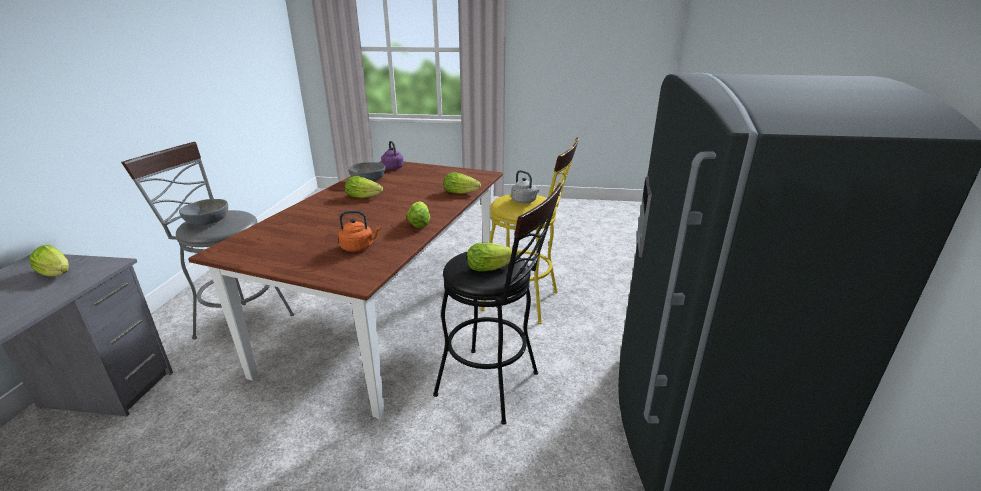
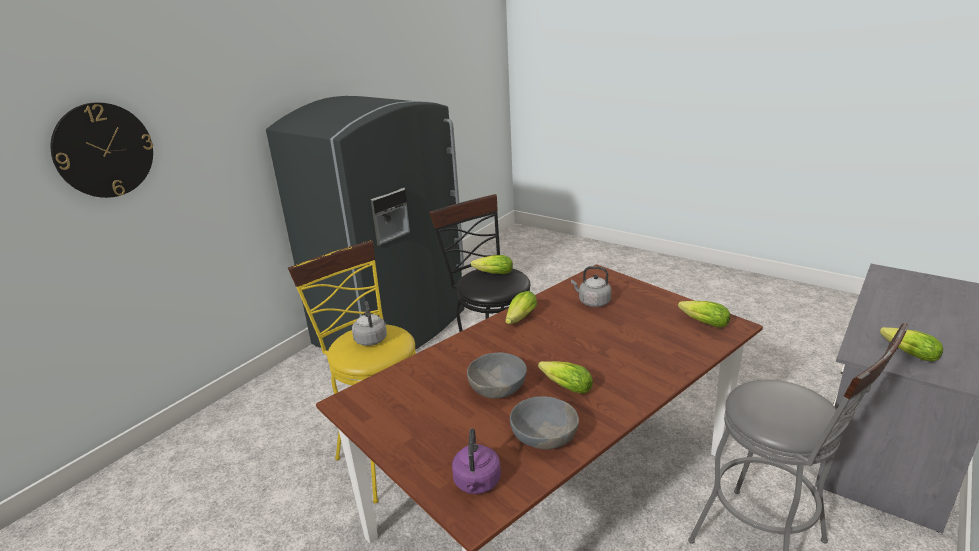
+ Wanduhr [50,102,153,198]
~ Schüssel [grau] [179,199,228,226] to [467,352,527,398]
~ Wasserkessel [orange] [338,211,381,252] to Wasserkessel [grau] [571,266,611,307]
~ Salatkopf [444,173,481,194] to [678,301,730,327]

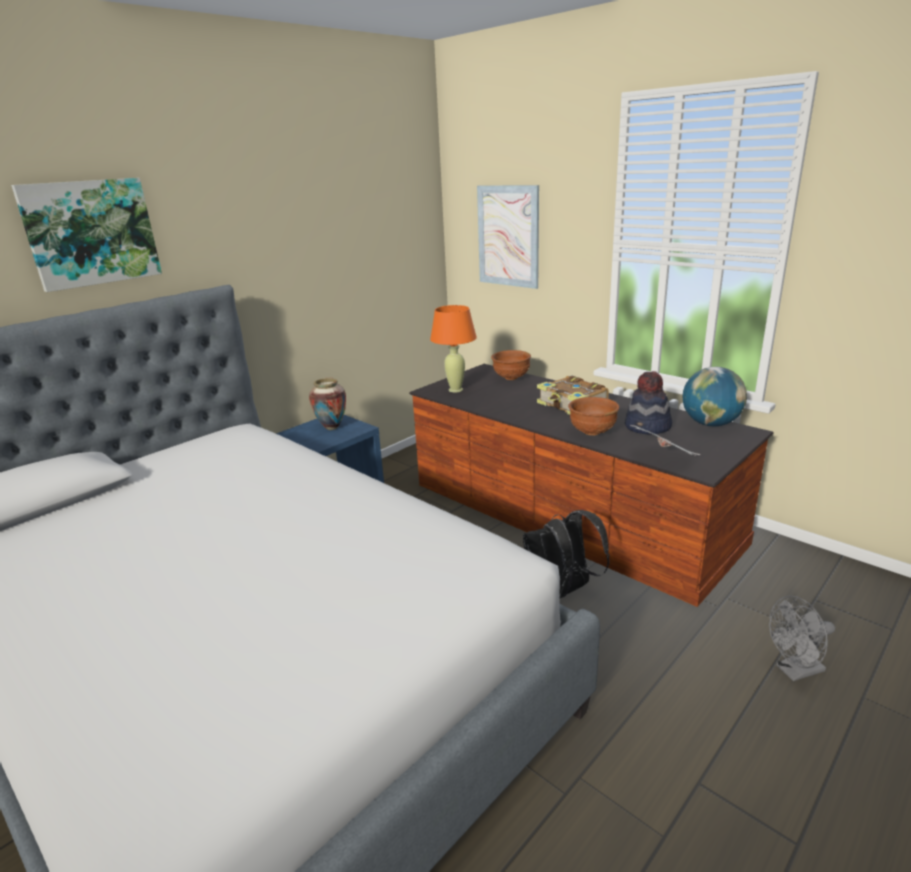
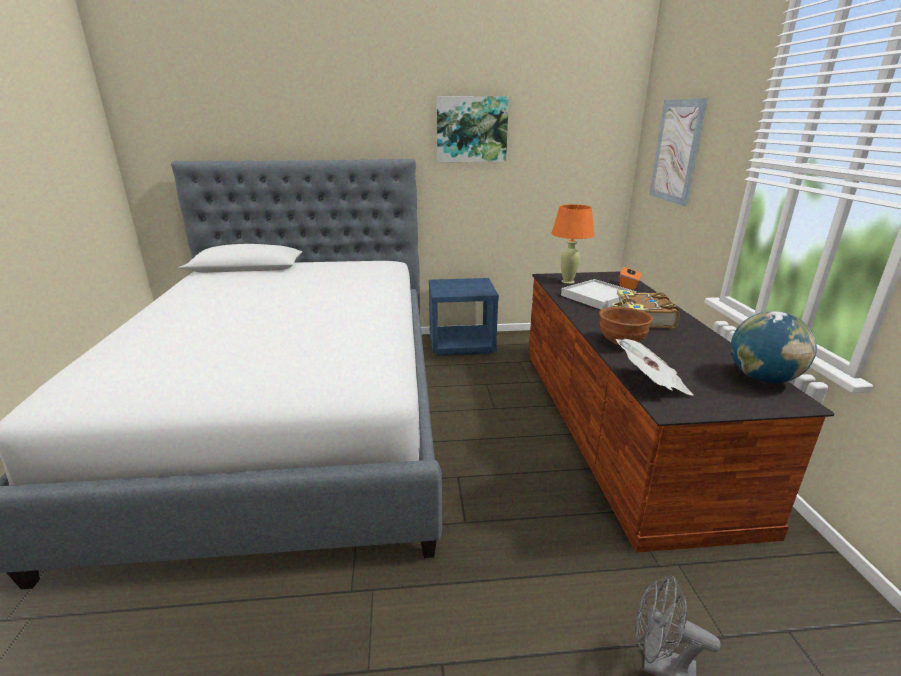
~ Bild [11,178,162,292] to [436,96,509,162]
+ Tablett [weiß] [561,279,636,310]
~ Schüssel [braun] [491,350,531,380] to Taschentuchbox [orange] [619,264,641,290]
- Vase [309,378,346,430]
- Rucksack [schwarz] [523,510,610,598]
- Hut [625,371,672,435]

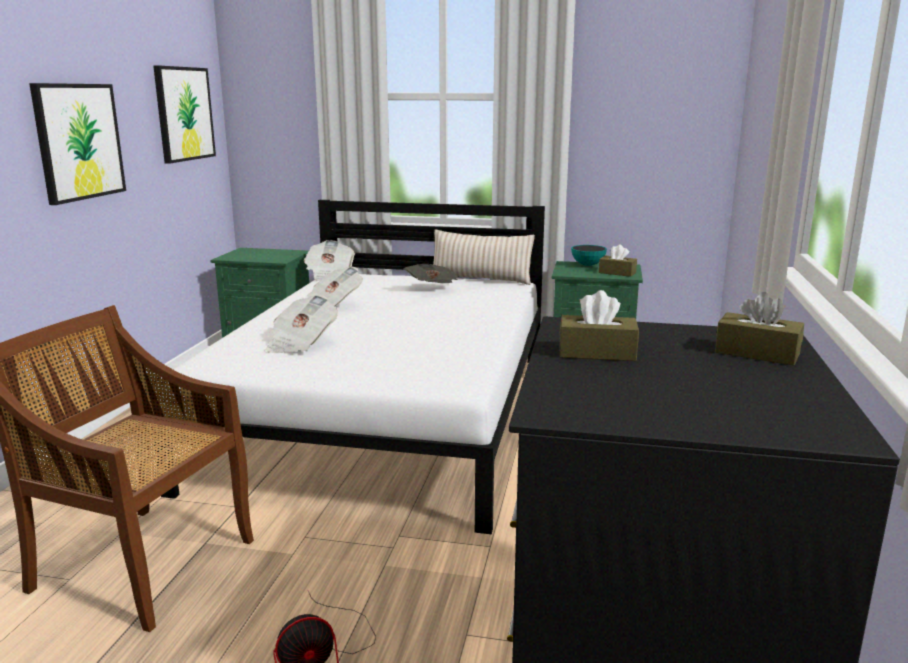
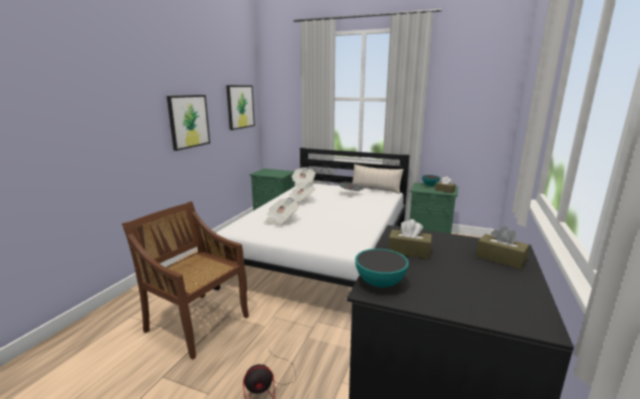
+ Schüssel [355,249,409,287]

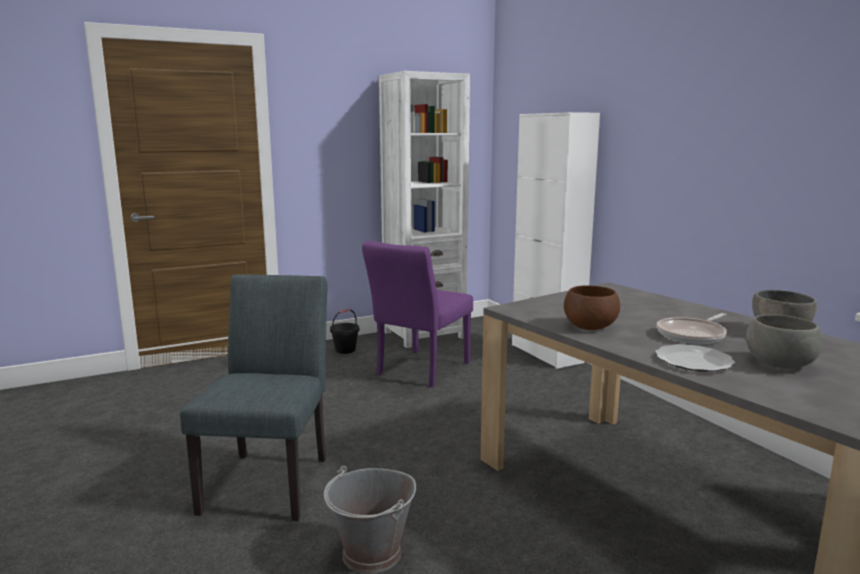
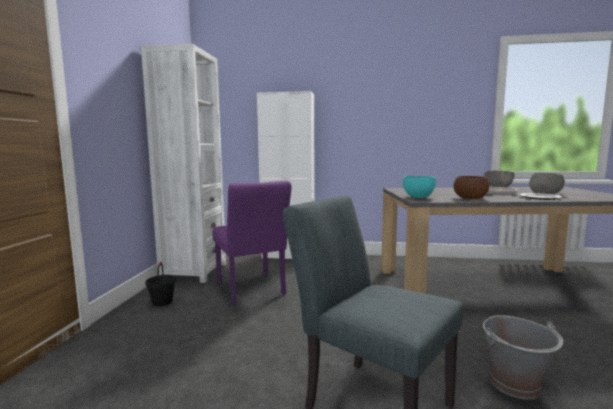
+ Schüssel [türkis] [403,176,436,198]

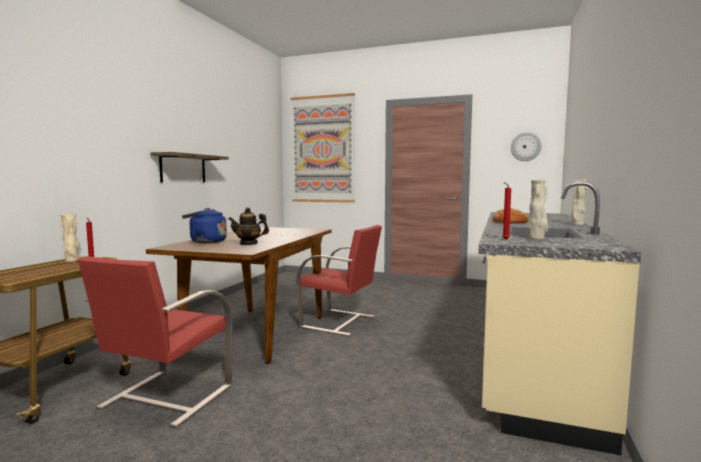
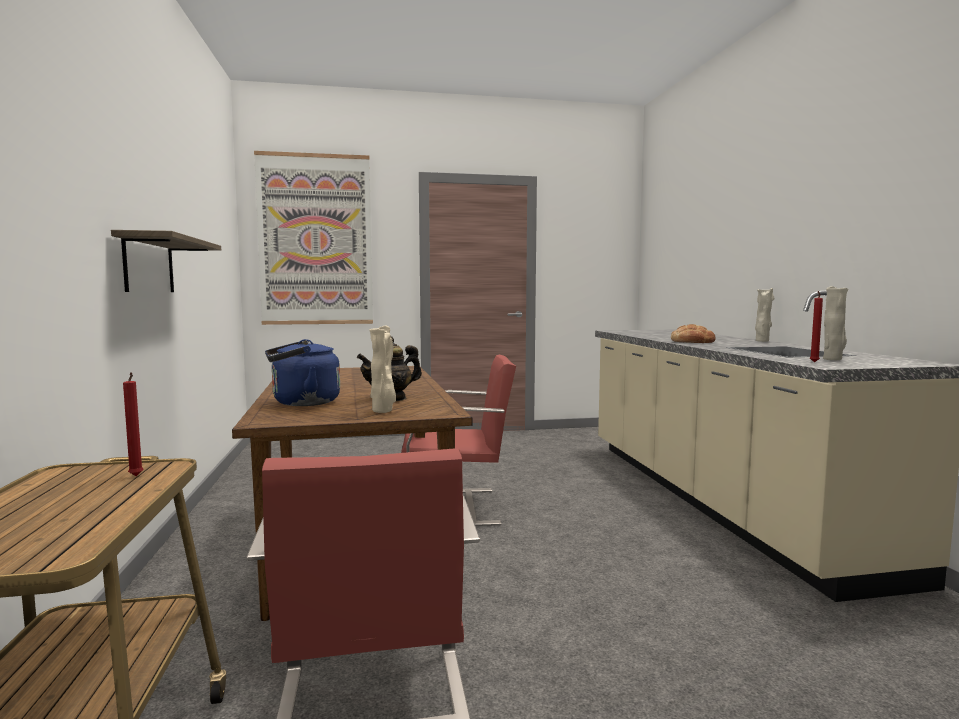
~ Vase [beige] [60,213,79,262] to [370,325,396,413]
- Wanduhr [511,132,541,161]

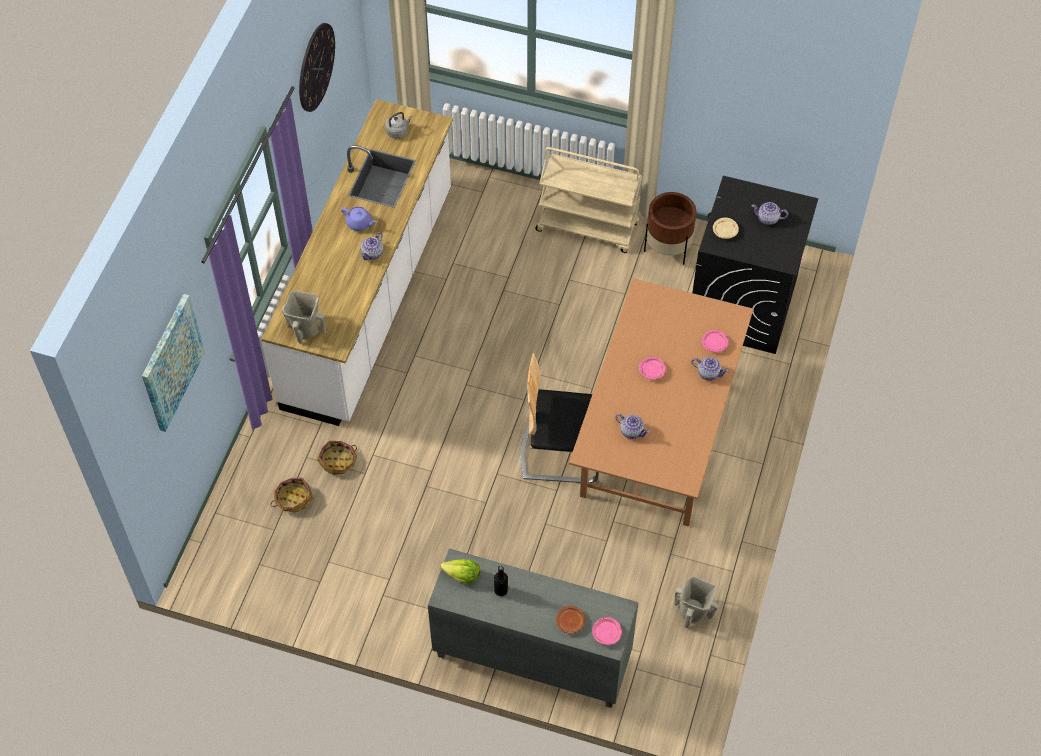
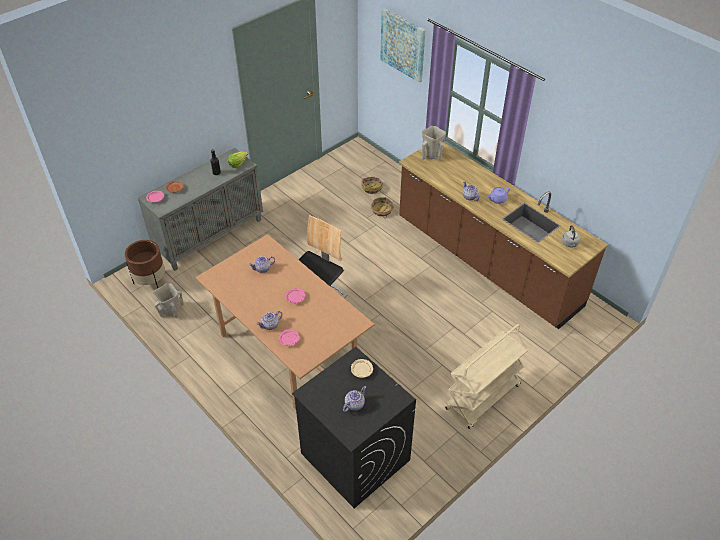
~ Pflanzkübel [braun] [644,192,696,265] to [125,240,165,289]
~ Küchenzeile [weiß] [262,99,453,426] to Küchenzeile [braun] [399,142,608,329]
- Wanduhr [299,23,335,112]

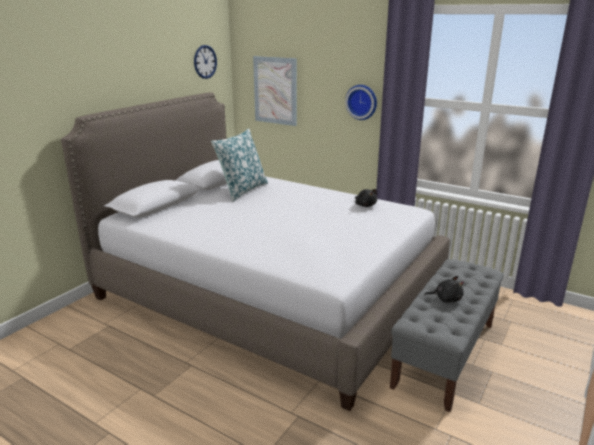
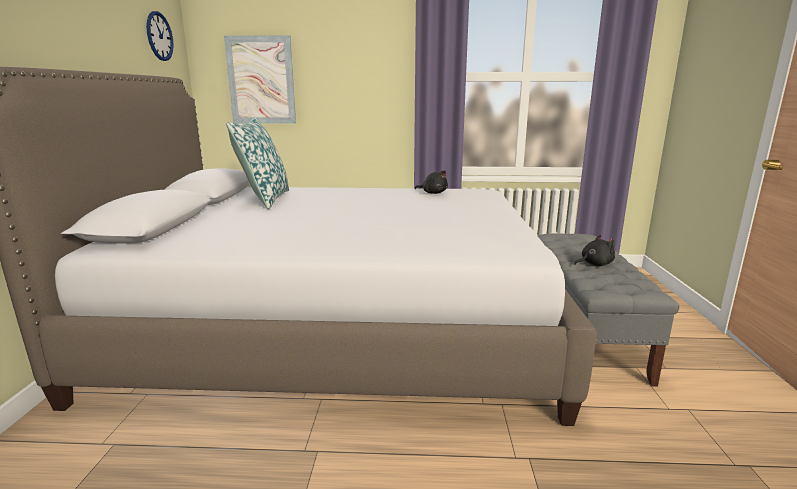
- Wanduhr [345,85,377,120]

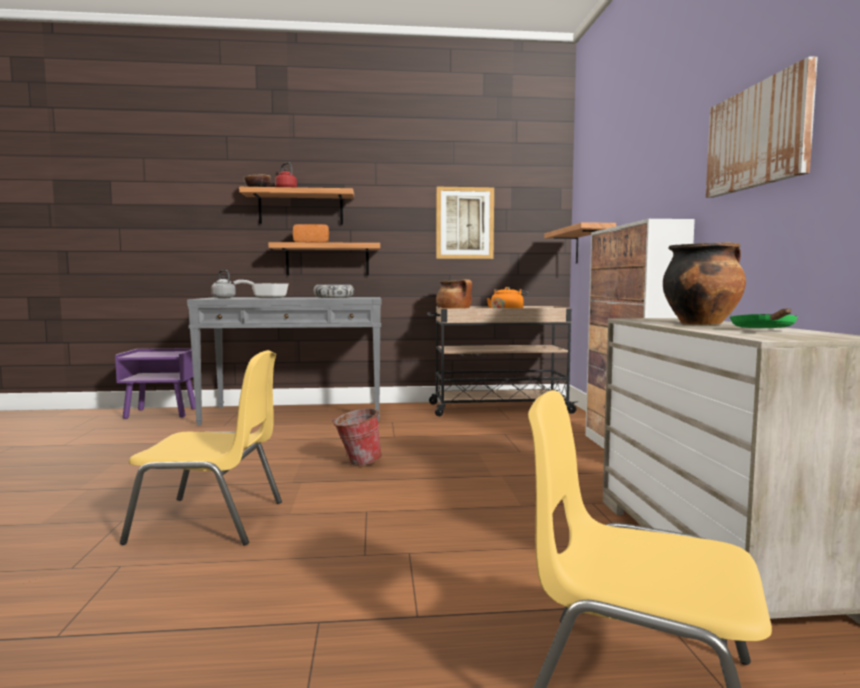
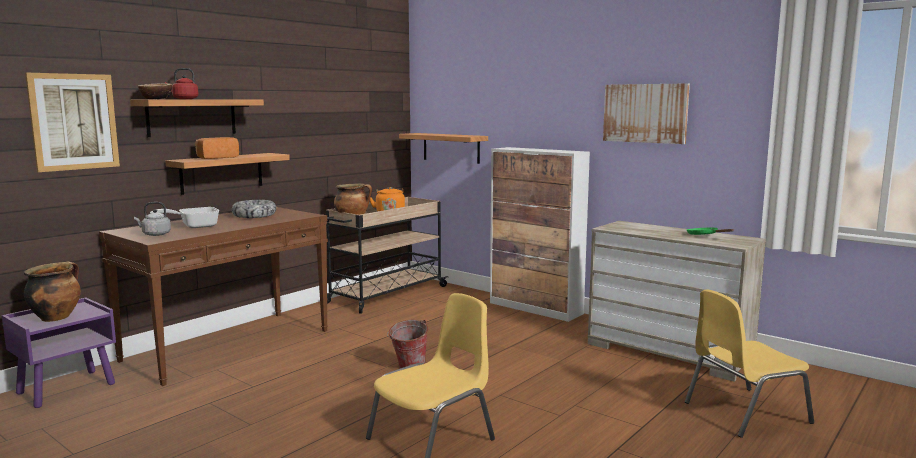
~ Kochtopf [663,242,746,325] to [24,261,81,322]
~ Bild [436,187,494,259] to [25,73,120,172]
~ Konsolentisch [grau] [187,297,382,426] to Konsolentisch [braun] [99,207,328,386]

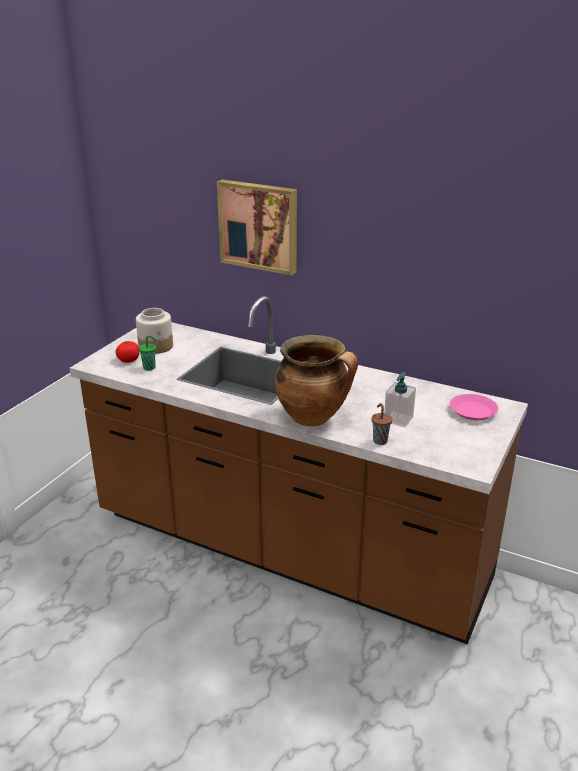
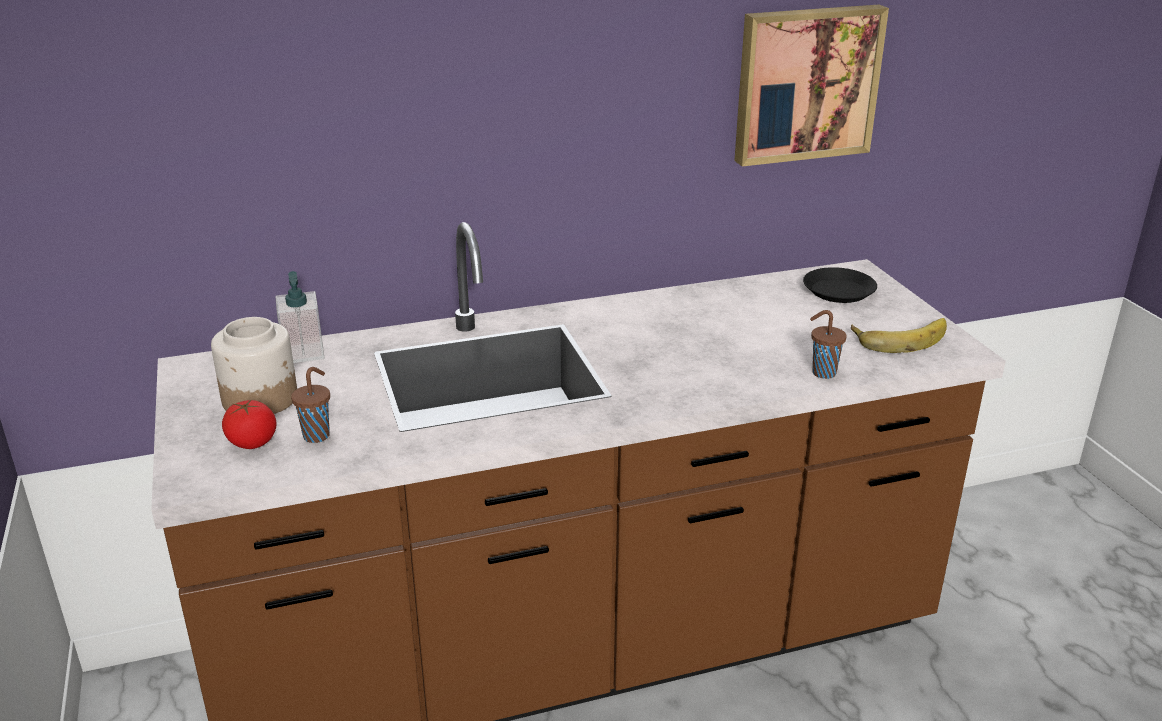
~ Seifenspender [384,372,416,427] to [276,271,324,363]
~ Tasse [grün] [138,335,157,370] to Tasse [braun] [291,367,330,443]
~ Bild [217,179,297,275] to [734,5,889,166]
~ Teller [rosa] [450,394,498,420] to Teller [schwarz] [803,267,877,303]
+ Banane [851,318,947,353]
- Kochtopf [275,335,358,426]

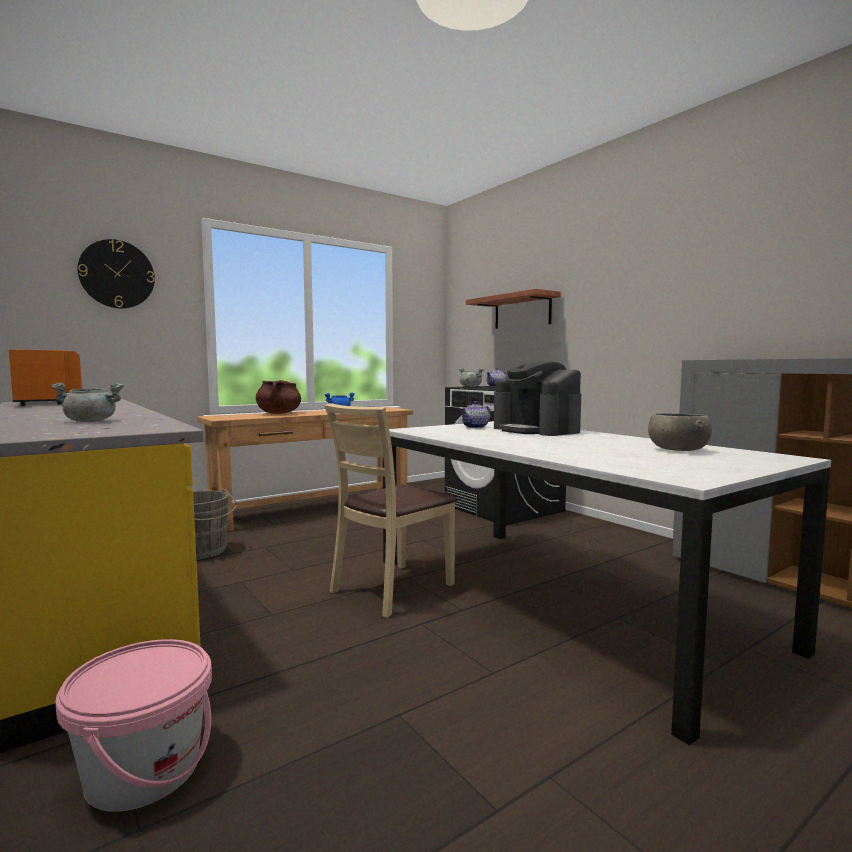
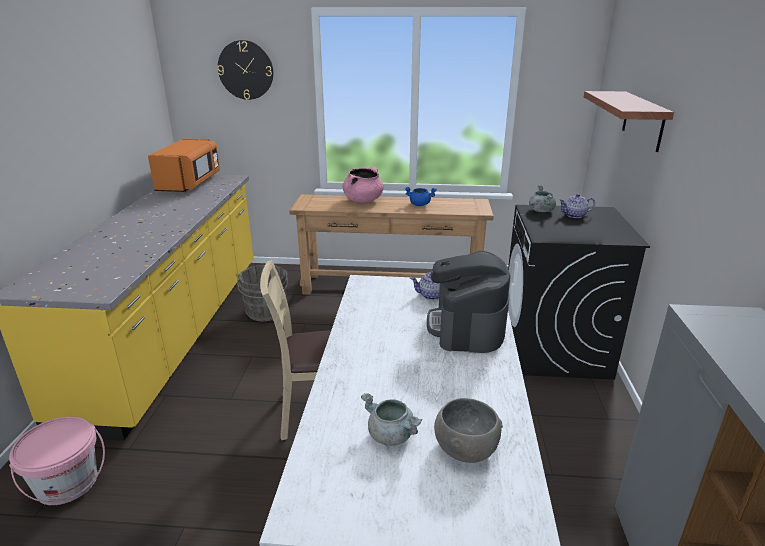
~ Kochtopf [braun] [256,380,301,414] to Kochtopf [rosa] [343,167,383,203]
~ Kochtopf [grau] [51,382,124,422] to [361,393,423,446]

